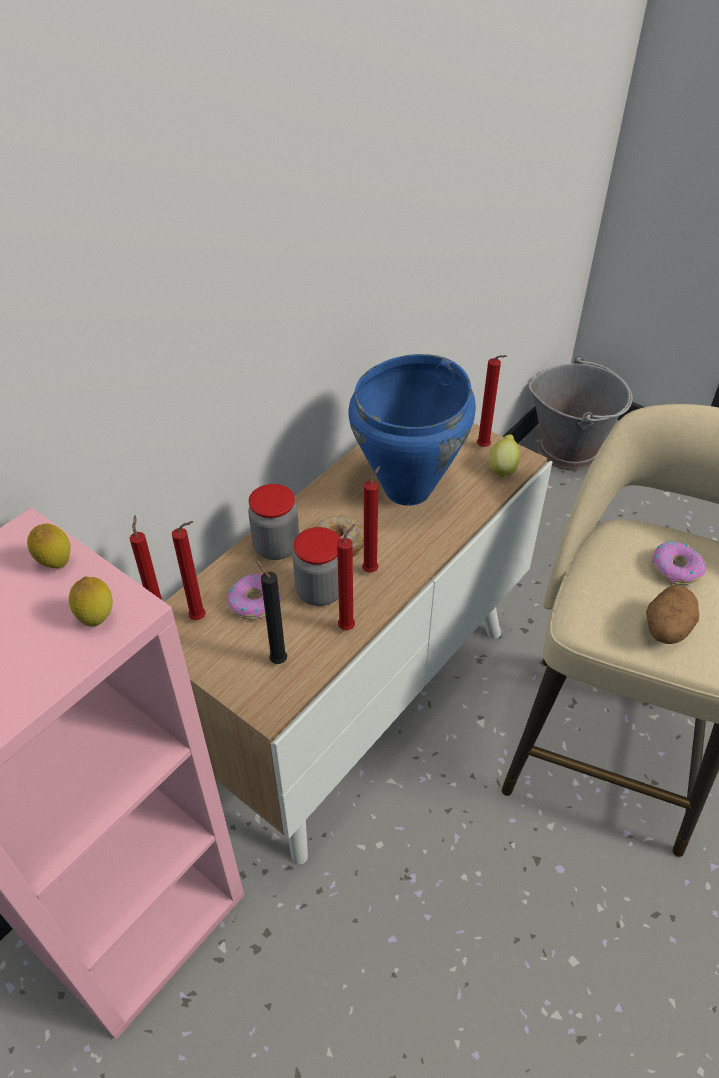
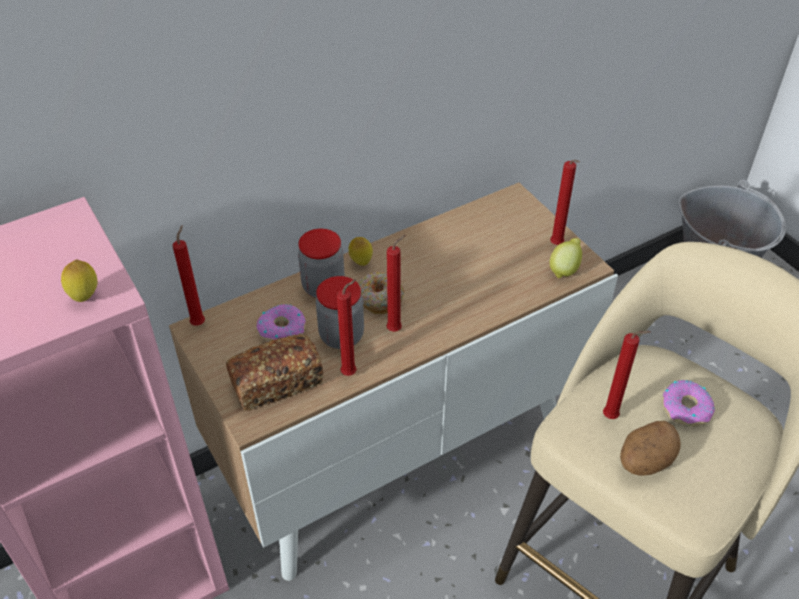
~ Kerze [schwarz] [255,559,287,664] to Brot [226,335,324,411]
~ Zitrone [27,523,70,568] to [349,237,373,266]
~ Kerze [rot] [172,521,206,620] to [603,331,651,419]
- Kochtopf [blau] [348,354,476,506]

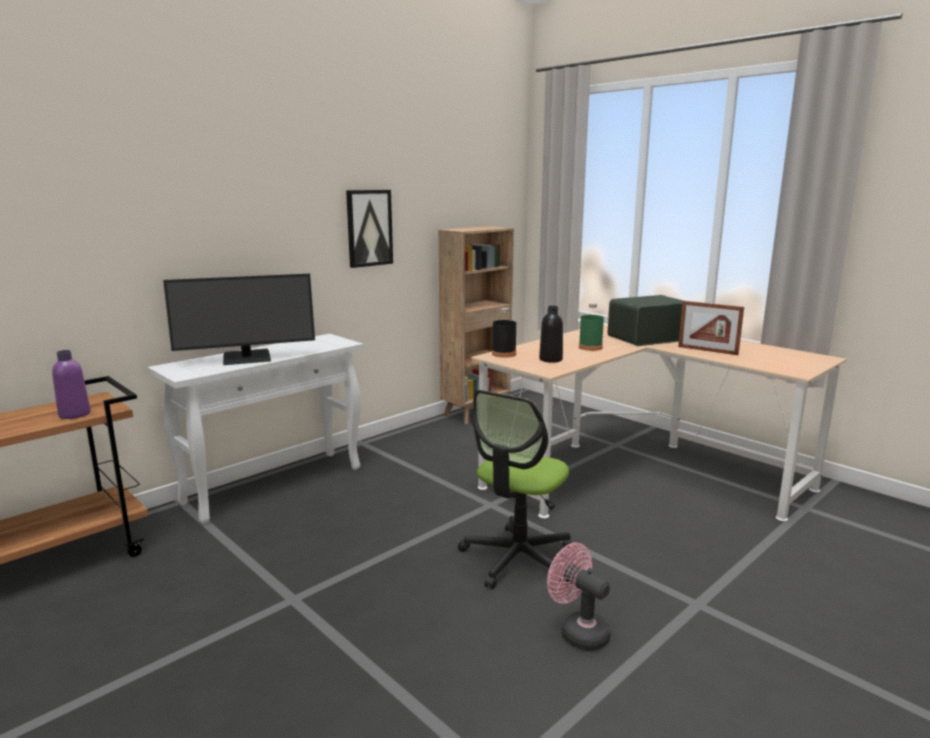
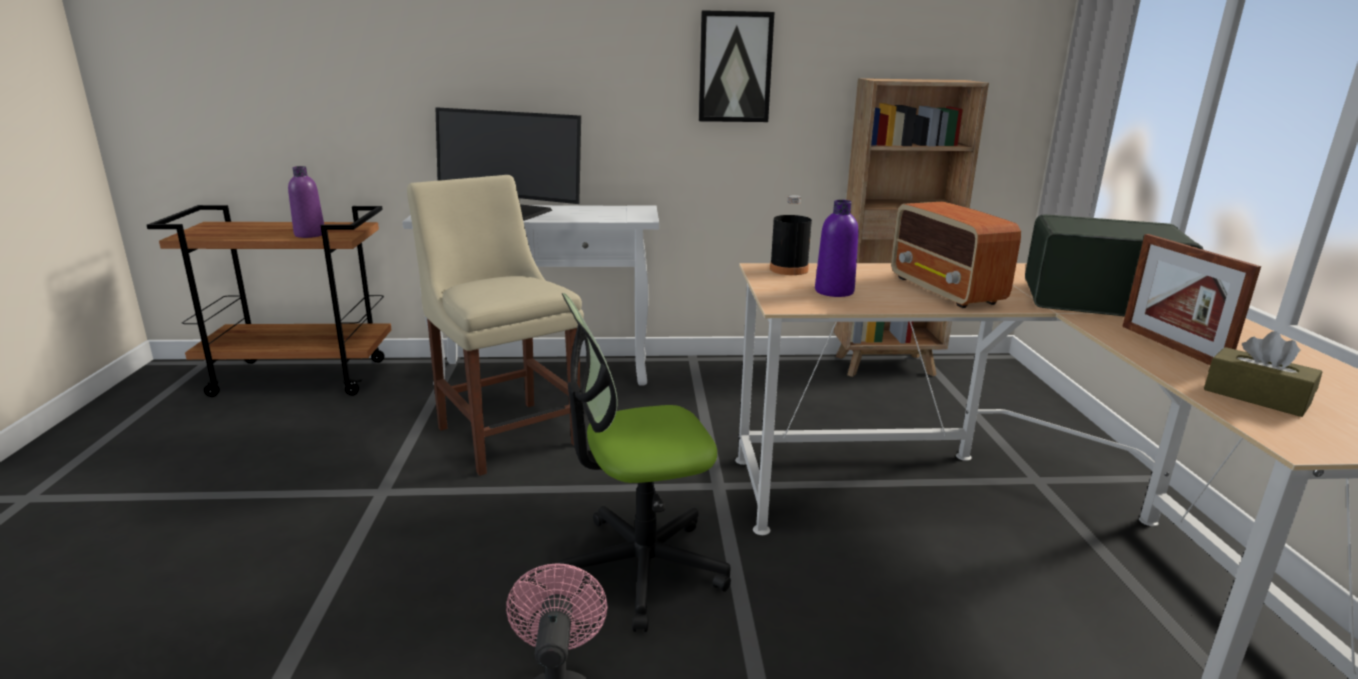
+ Stuhl [beige] [407,175,584,476]
~ Flasche [schwarz] [539,306,563,363] to Flasche [lila] [815,200,859,297]
~ Flasche [grün] [579,303,604,351] to Radio [891,202,1021,308]
+ Taschentuchbox [braun] [1204,331,1323,417]

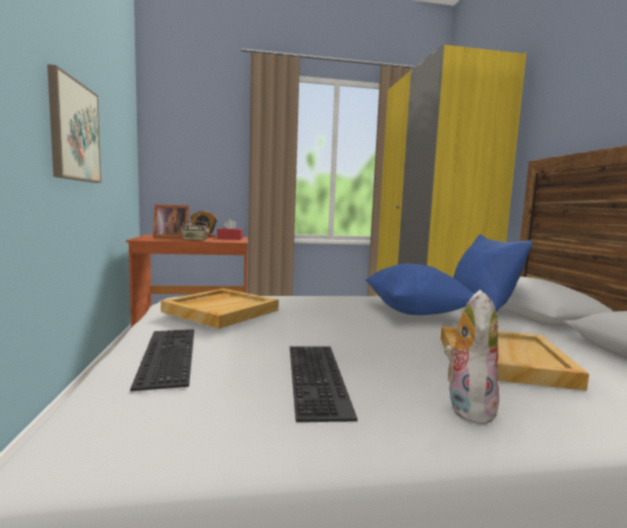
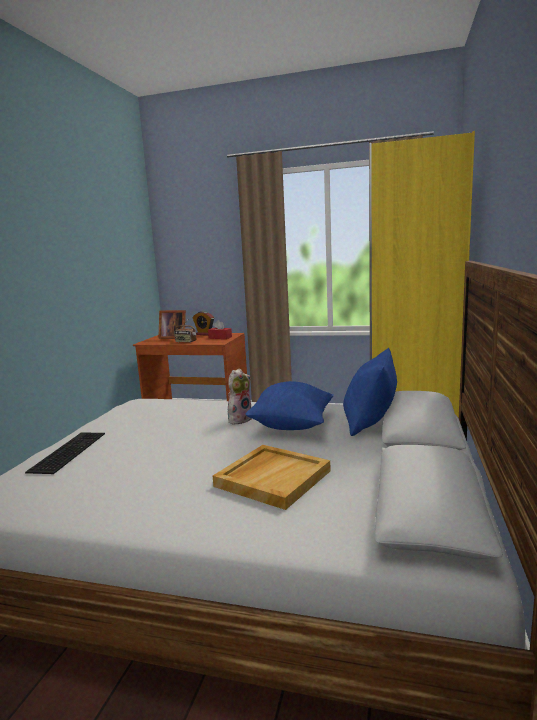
~ Plüschtier [444,290,499,424] to [228,368,252,425]
- Bild [47,64,101,183]
- Tablett [beige] [161,288,279,329]
- Tastatur [290,346,358,422]

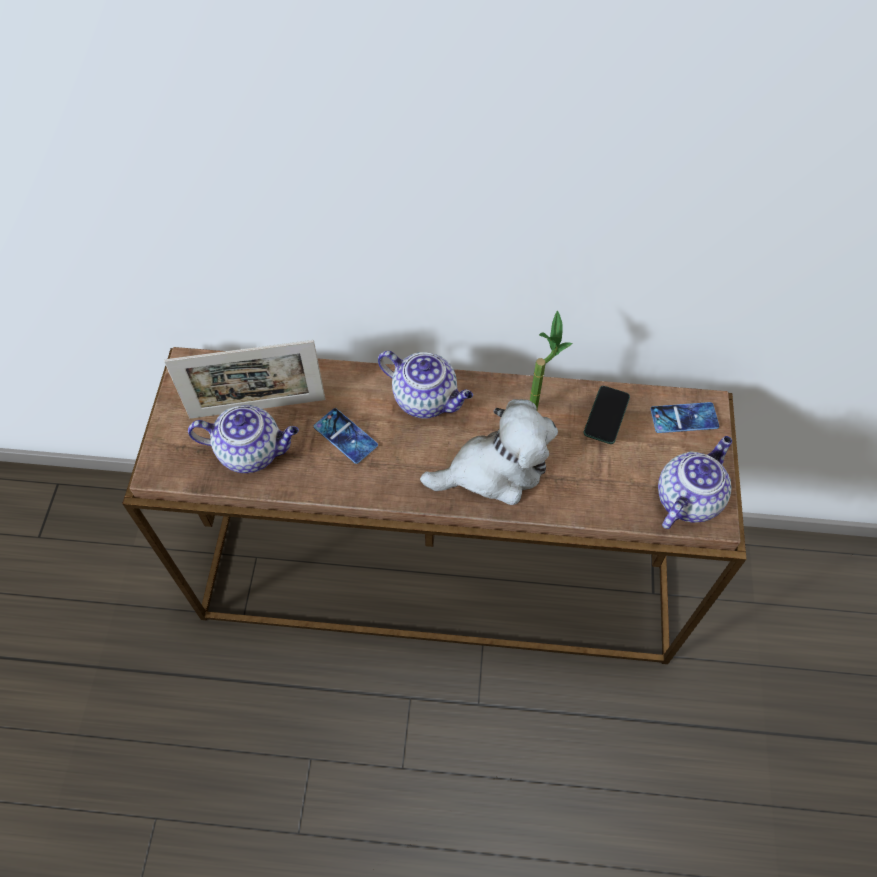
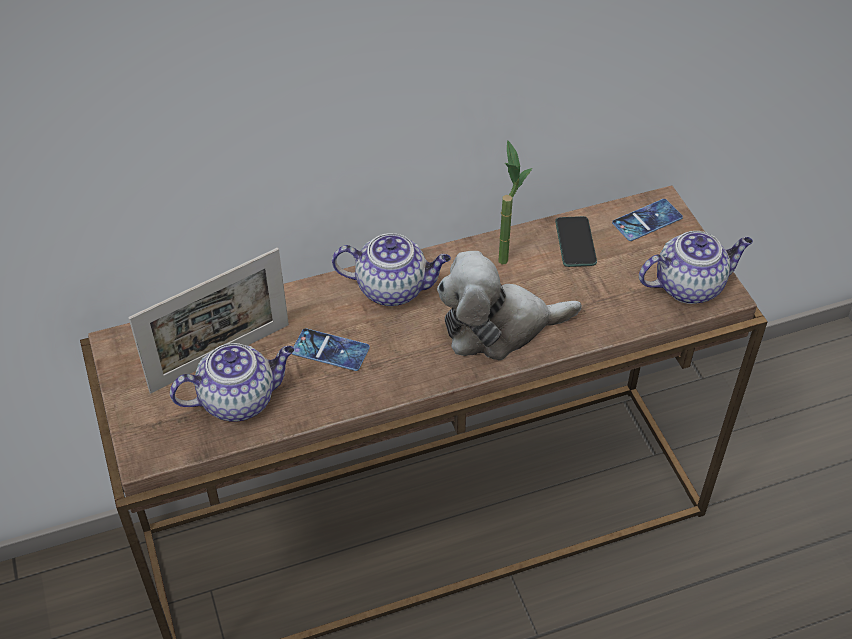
~ Plüschtier [420,399,558,505] = [437,251,582,360] 150 degrees counterclockwise
~ Teekanne [658,436,732,529] = [639,231,753,304] 60 degrees clockwise

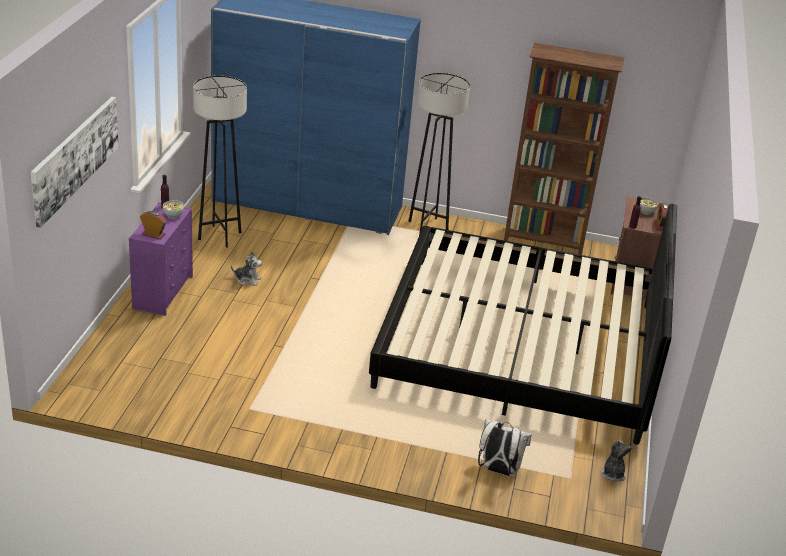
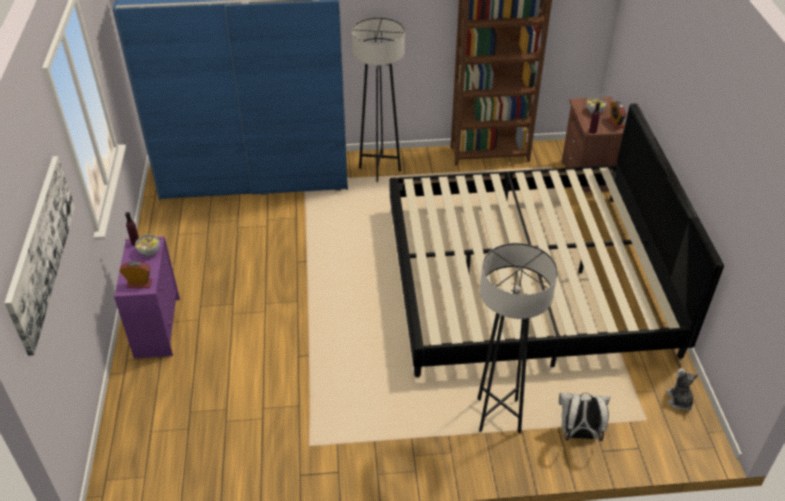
~ Stehlampe [grau] [193,76,247,248] to [477,243,558,433]
- Plüschtier [231,251,262,286]

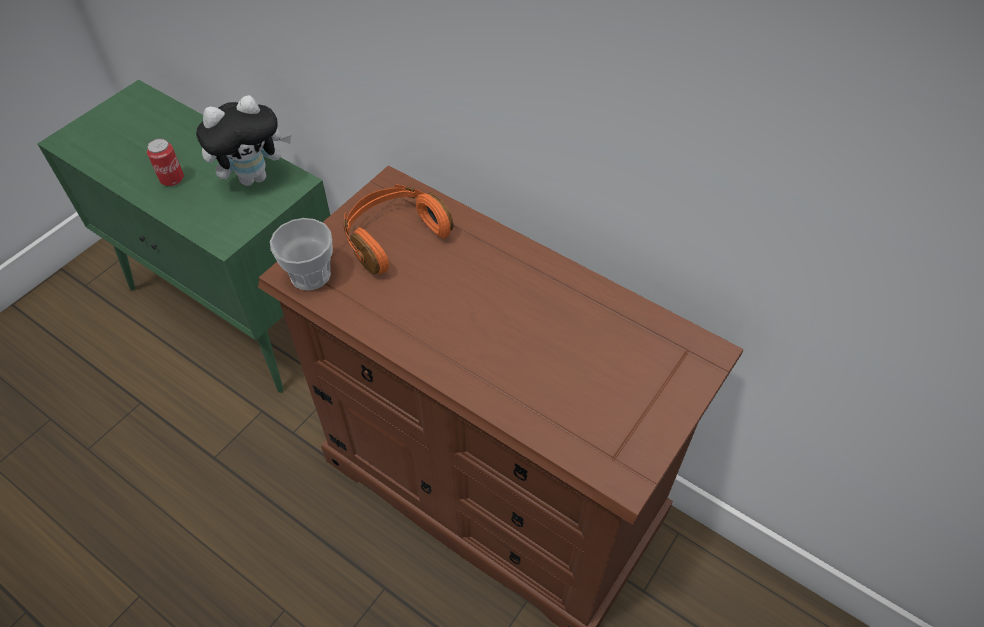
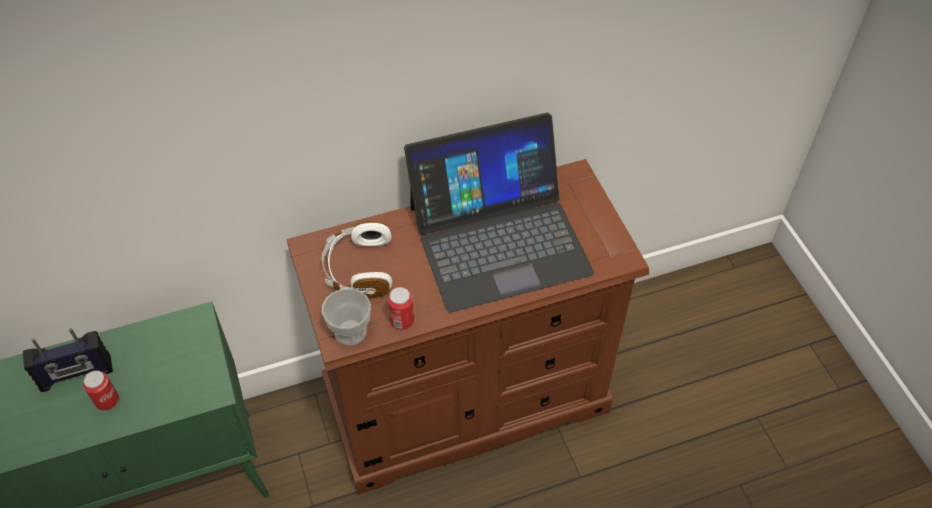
+ Radio [23,328,113,392]
~ Kopfhörer [orange] [344,185,453,274] to Kopfhörer [weiß] [322,220,392,298]
+ Dose [388,287,414,330]
+ Laptop [404,113,594,313]
- Plüschtier [196,95,291,186]

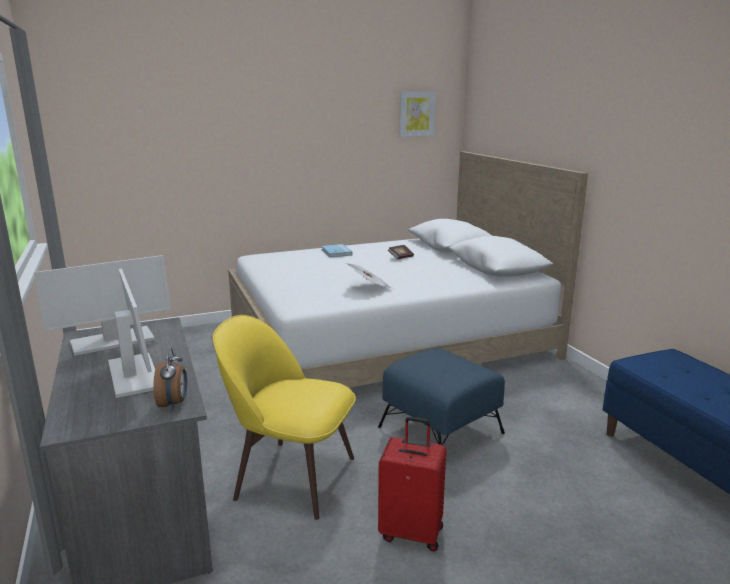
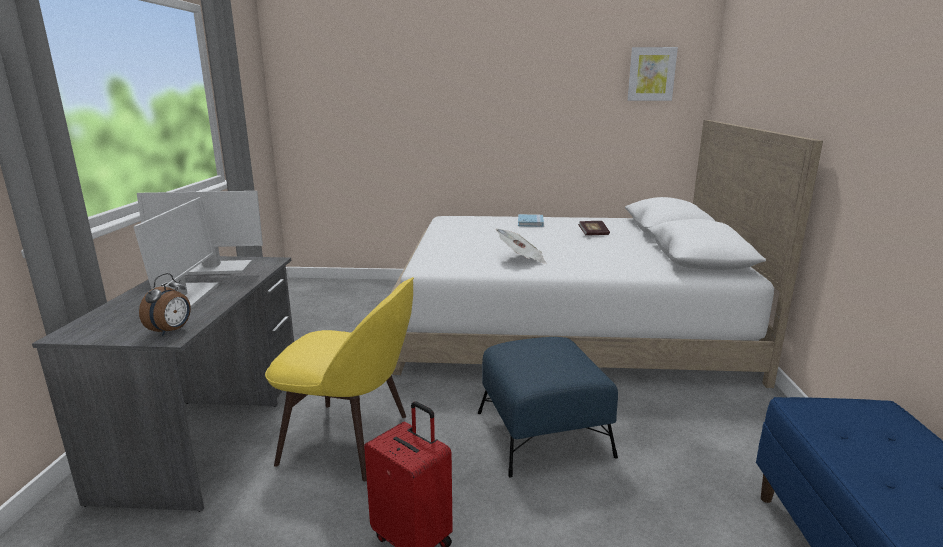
~ Stuhl [gelb] [213,315,356,520] = [265,277,414,481] 150 degrees clockwise

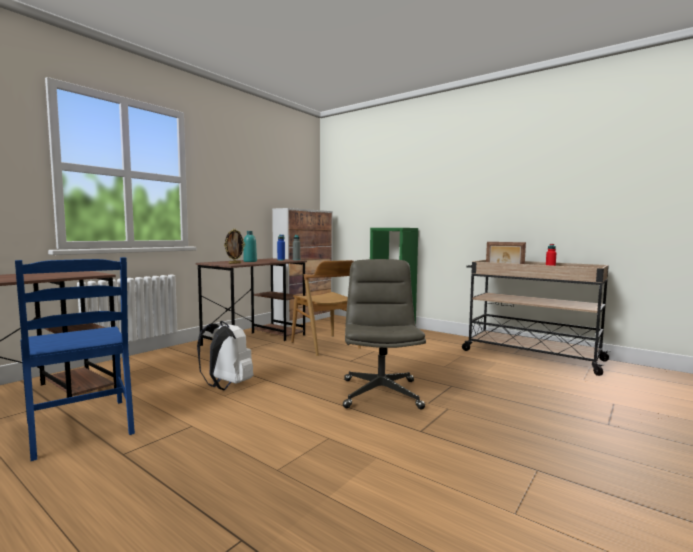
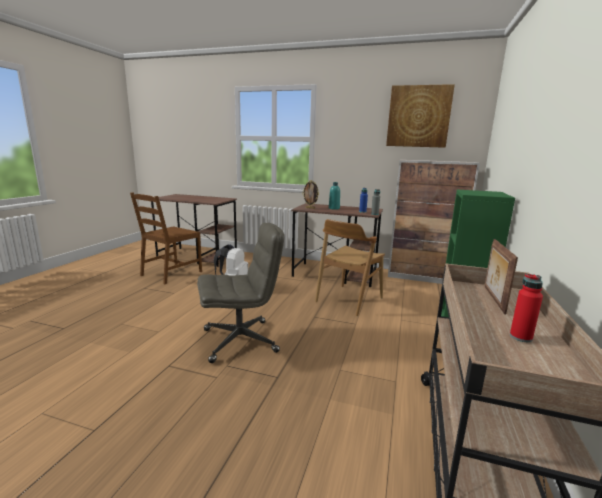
~ Stuhl [blau] [15,257,135,461] to Stuhl [braun] [130,192,202,284]
+ Bild [386,84,455,148]

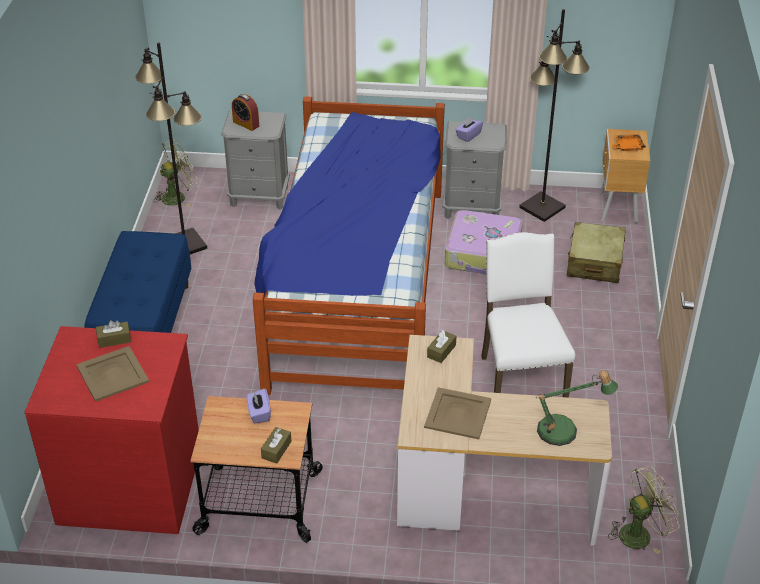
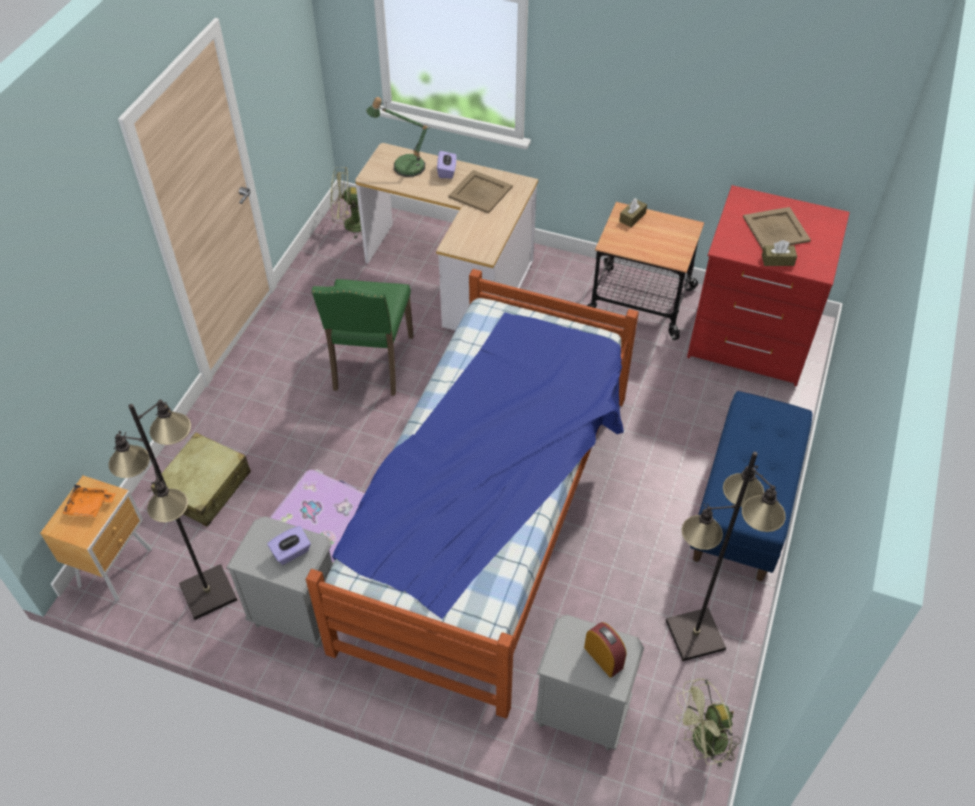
~ Stuhl [weiß] [481,232,575,398] to Stuhl [grün] [312,279,413,396]
~ Taschentuchbox [lila] [246,389,271,423] to [437,151,457,178]
- Taschentuchbox [braun] [427,330,456,363]

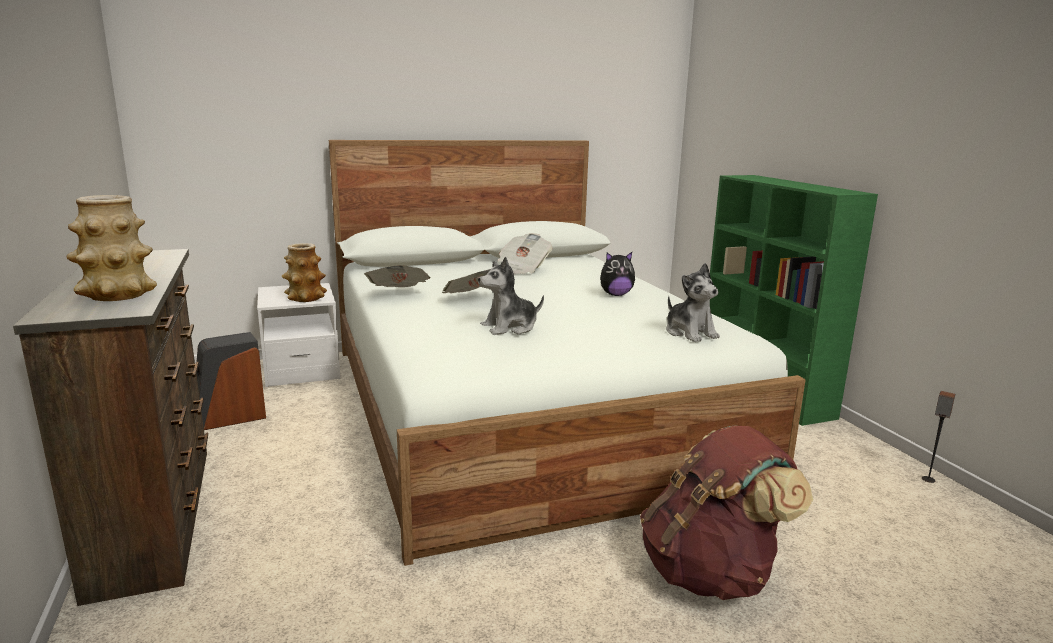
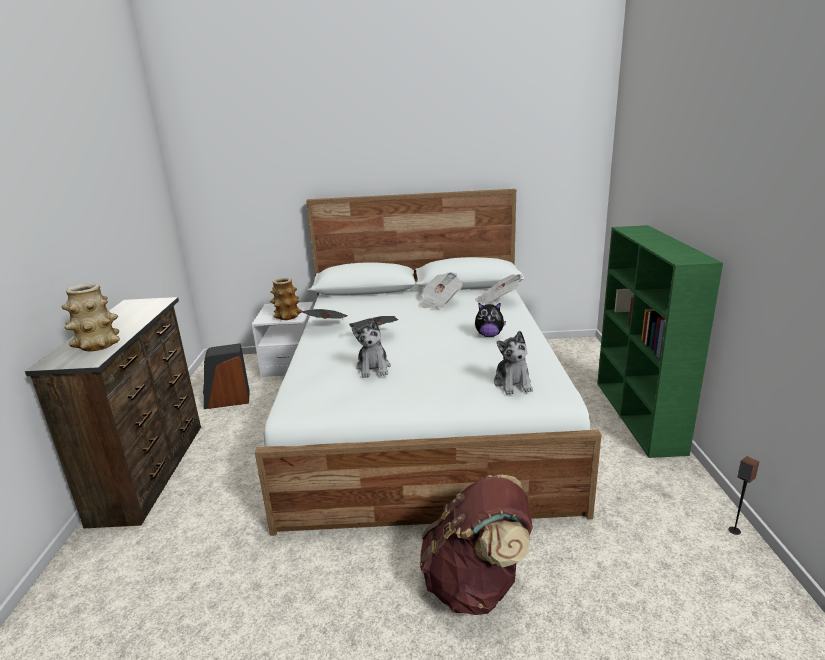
~ Plüschtier [478,257,544,335] = [352,318,391,378] 90 degrees counterclockwise
+ Zeitung [475,274,523,305]

